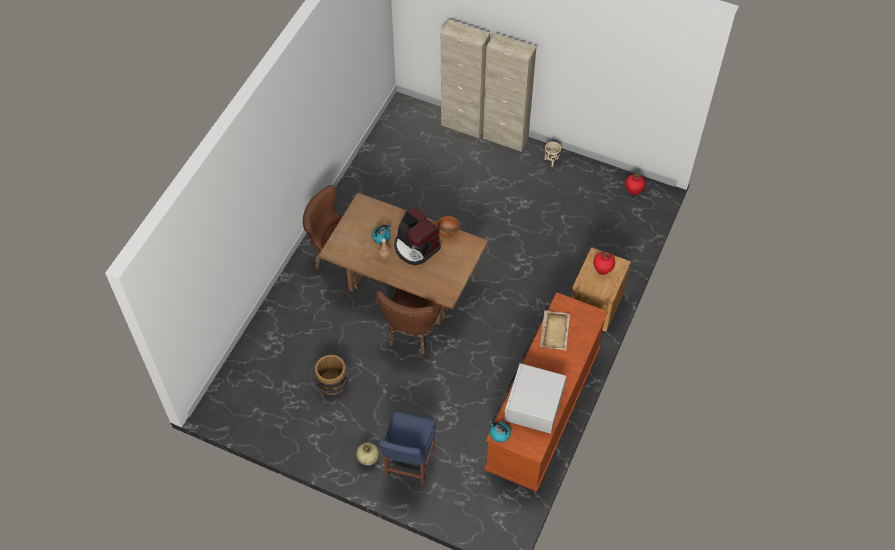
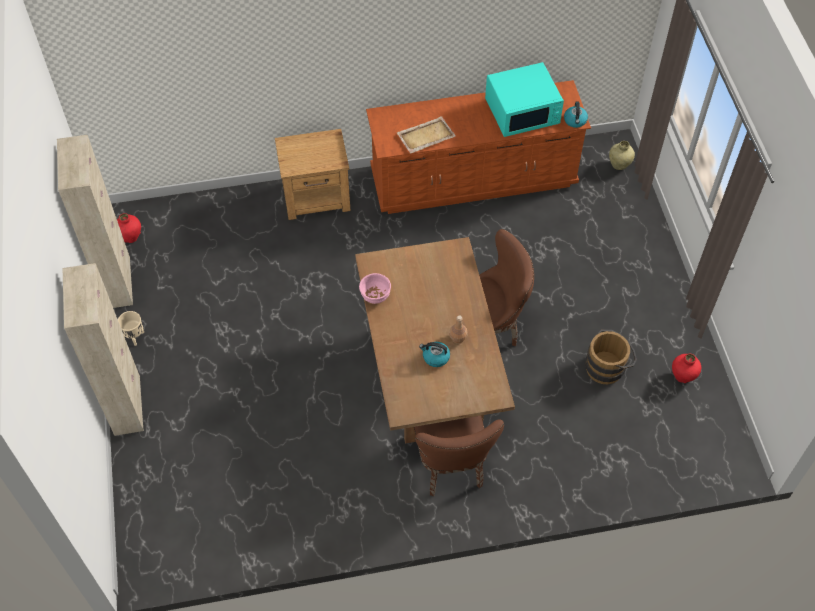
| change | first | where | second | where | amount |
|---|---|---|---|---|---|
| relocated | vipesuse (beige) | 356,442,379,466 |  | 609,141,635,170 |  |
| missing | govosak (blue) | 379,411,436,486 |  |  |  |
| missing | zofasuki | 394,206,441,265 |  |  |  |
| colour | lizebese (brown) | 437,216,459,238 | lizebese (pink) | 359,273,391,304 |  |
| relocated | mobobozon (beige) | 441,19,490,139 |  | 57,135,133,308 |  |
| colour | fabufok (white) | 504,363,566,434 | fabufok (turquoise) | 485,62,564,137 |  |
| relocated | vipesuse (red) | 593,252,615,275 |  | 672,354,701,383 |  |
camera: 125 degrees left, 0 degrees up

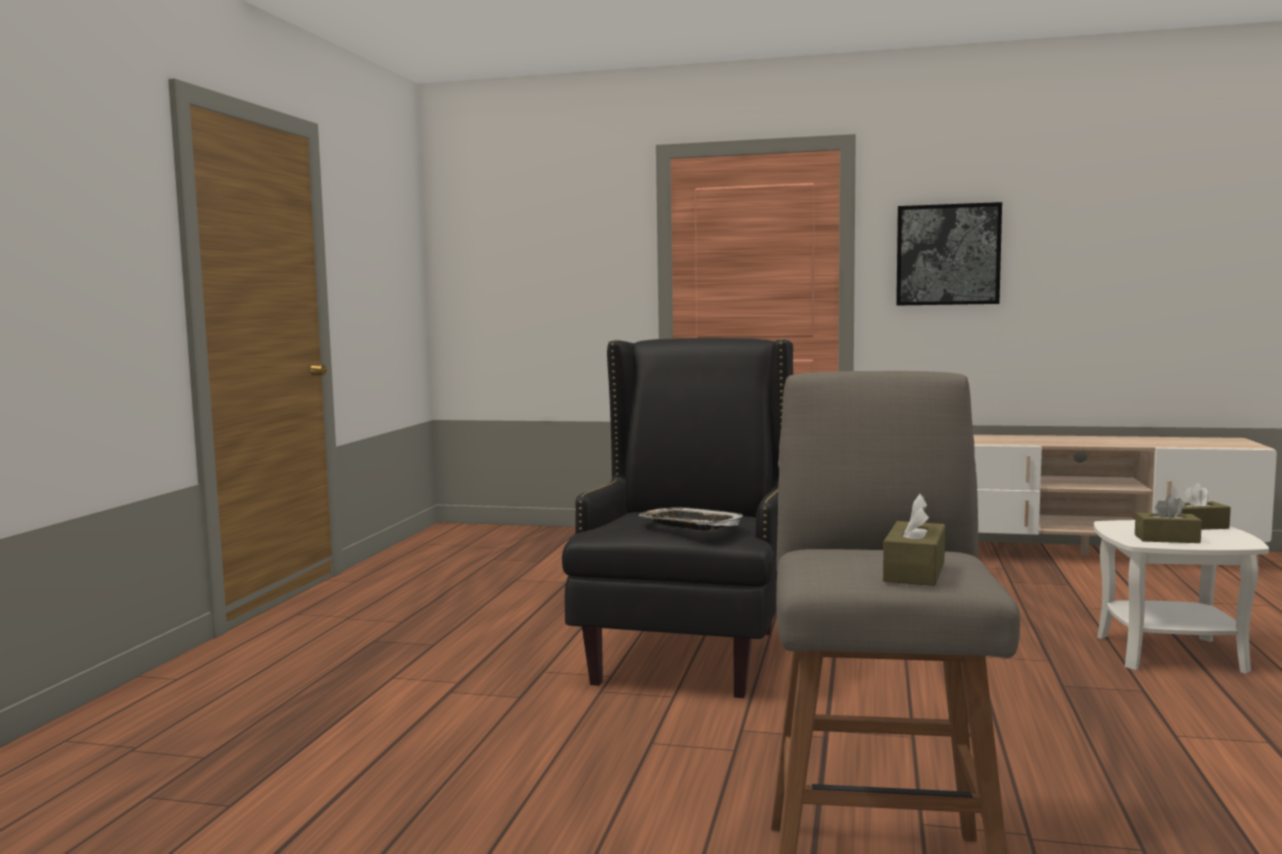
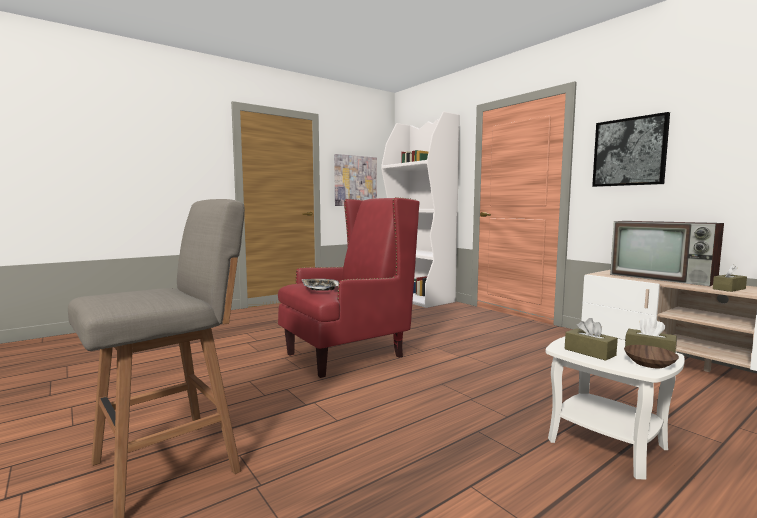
| change | first | where | second | where | amount |
|---|---|---|---|---|---|
| colour | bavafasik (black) | 562,338,793,698 | bavafasik (red) | 278,197,420,378 |  |
| relocated | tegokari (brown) | 883,494,945,586 |  | 713,264,747,292 |  |
| appeared |  |  | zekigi | 334,154,377,206 |  |
| appeared |  |  | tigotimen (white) | 381,111,460,308 |  |
| appeared |  |  | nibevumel | 610,221,724,286 |  |
| appeared |  |  | lizebese (brown) | 624,345,679,368 |  |
camera: 40 degrees right, 0 degrees up

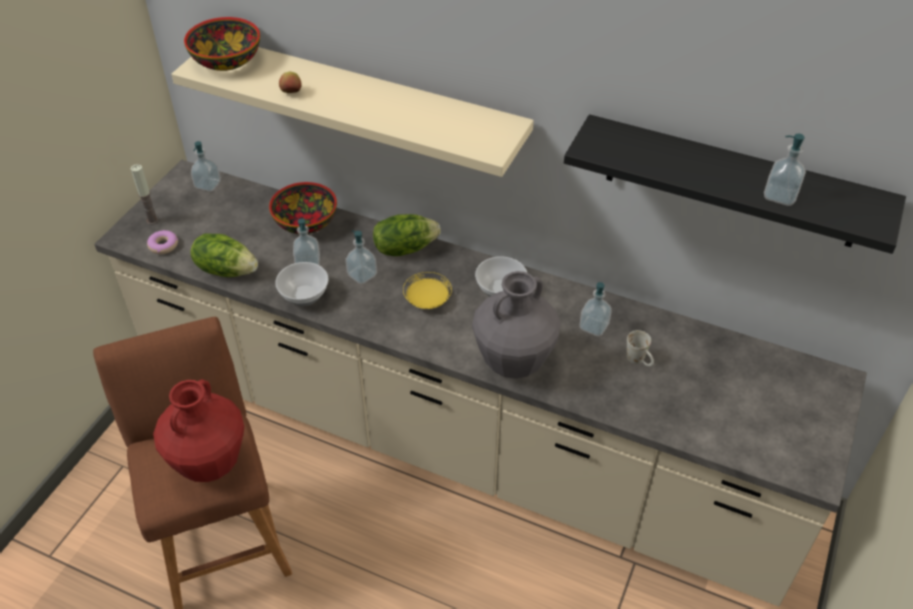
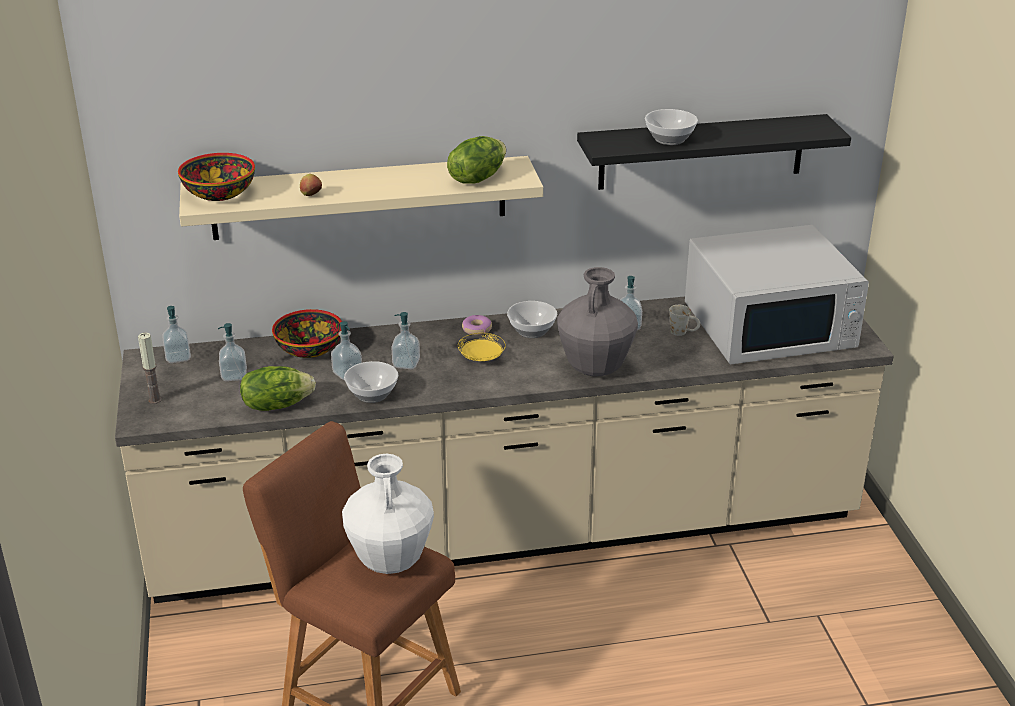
| change | first | where | second | where | amount |
|---|---|---|---|---|---|
| relocated | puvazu | 147,230,178,254 |  | 462,315,492,336 |  |
| colour | vipesuse (red) | 153,379,244,482 | vipesuse (white) | 342,454,434,574 |  |
| relocated | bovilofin | 373,214,441,256 |  | 447,136,506,184 |  |
| relocated | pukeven | 764,134,806,206 |  | 218,323,247,381 |  |
| appeared |  |  | lizebese | 645,109,698,145 |  |
| appeared |  |  | fabufok (white) | 685,225,869,364 |  |
camera: 35 degrees left, 15 degrees down

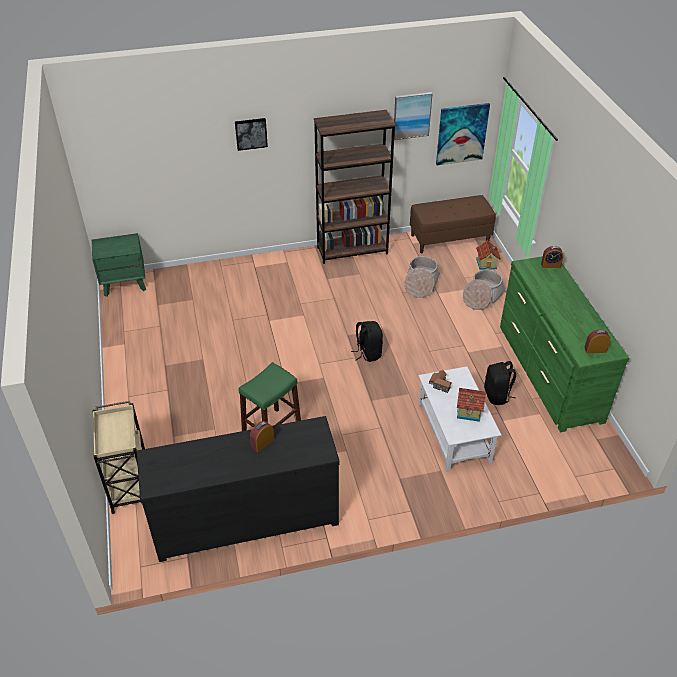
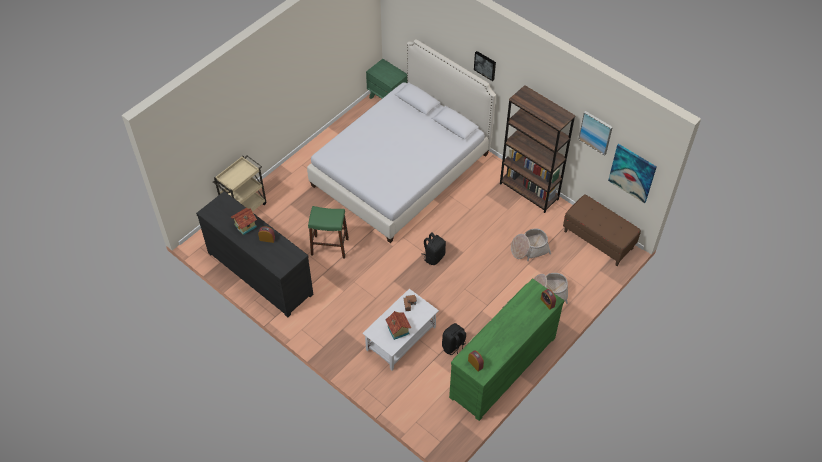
| change | first | where | second | where | amount |
|---|---|---|---|---|---|
| relocated | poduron | 476,239,501,270 |  | 231,208,257,235 |  |
| appeared |  |  | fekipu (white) | 307,39,496,243 |  |
camera: 55 degrees right, 10 degrees up

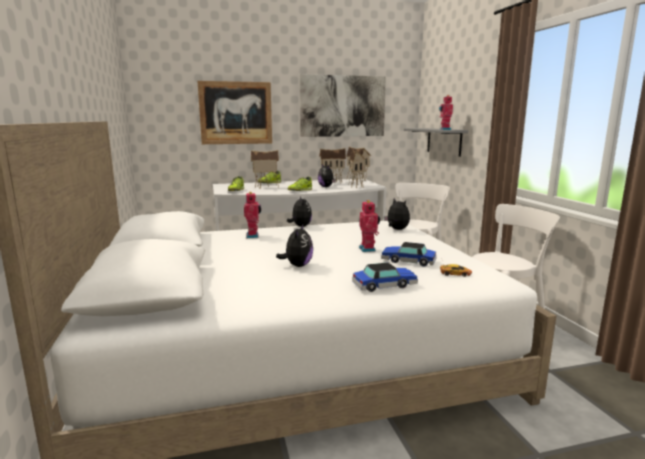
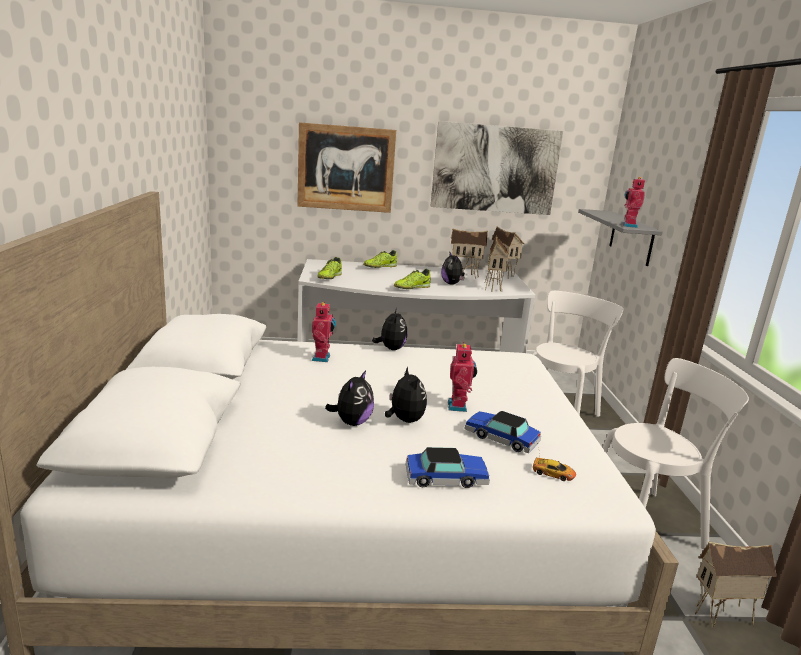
| change | first | where | second | where | amount |
|---|---|---|---|---|---|
| relocated | poduron | 251,150,279,189 |  | 695,541,777,628 |  |
| relocated | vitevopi | 384,198,410,230 |  | 385,366,427,423 |  |
camera: 10 degrees right, 5 degrees up

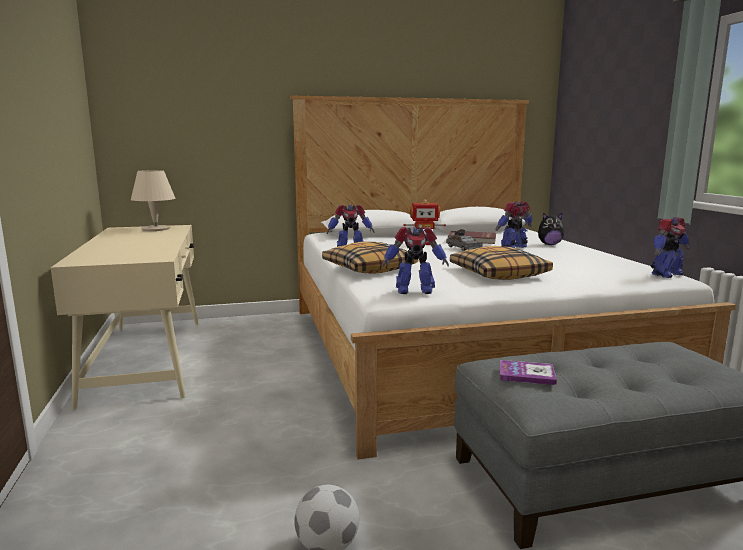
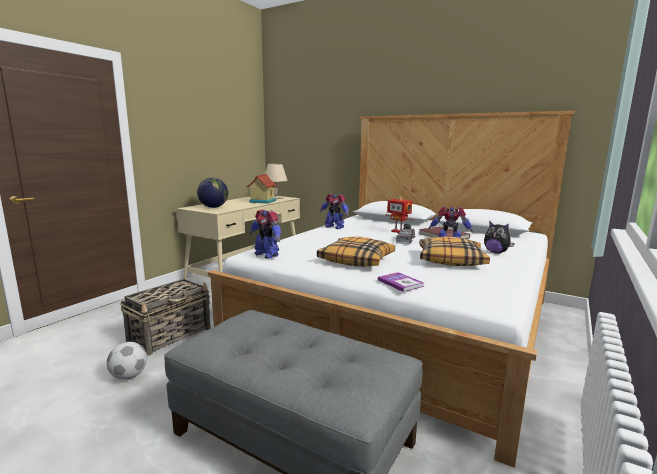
| change | first | where | second | where | amount |
|---|---|---|---|---|---|
| relocated | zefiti | 322,242,419,273 |  | 420,237,490,266 |  |
| relocated | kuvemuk | 500,360,557,385 |  | 378,272,424,292 |  |
| missing | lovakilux | 651,217,690,278 |  |  |  |
| appeared |  |  | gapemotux | 120,279,211,355 |  |
| appeared |  |  | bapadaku | 197,178,228,208 |  |
| appeared |  |  | poduron | 246,174,278,204 |  |
camera: 45 degrees right, 0 degrees up

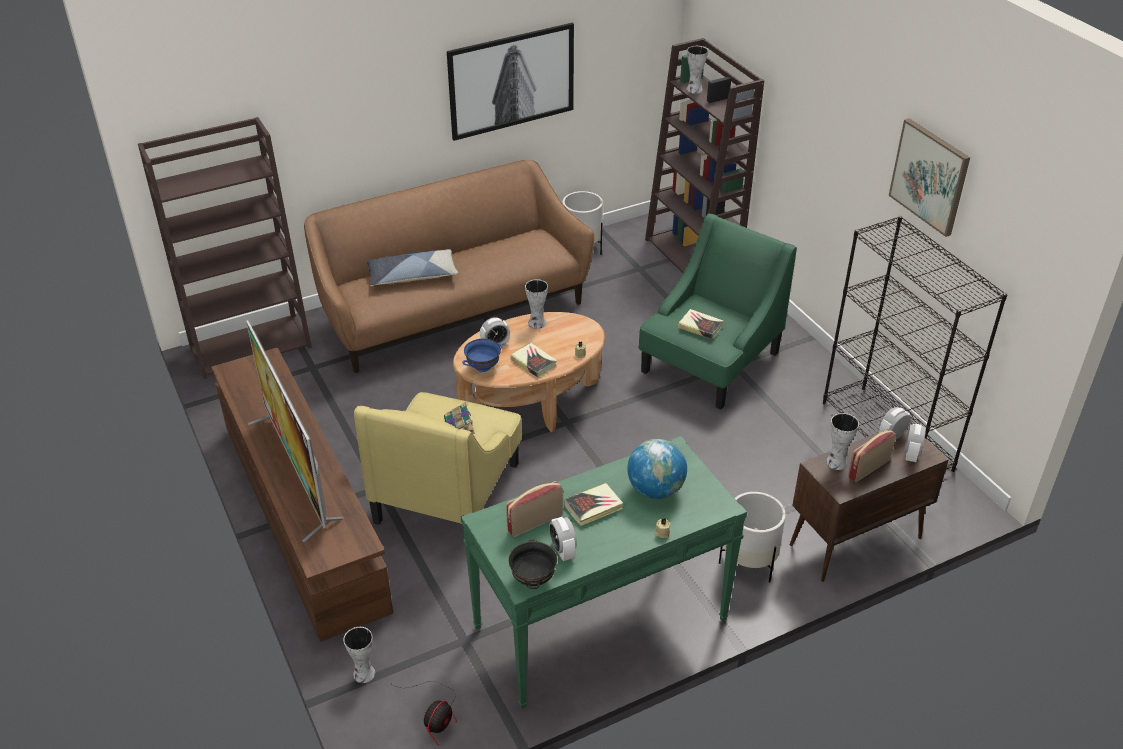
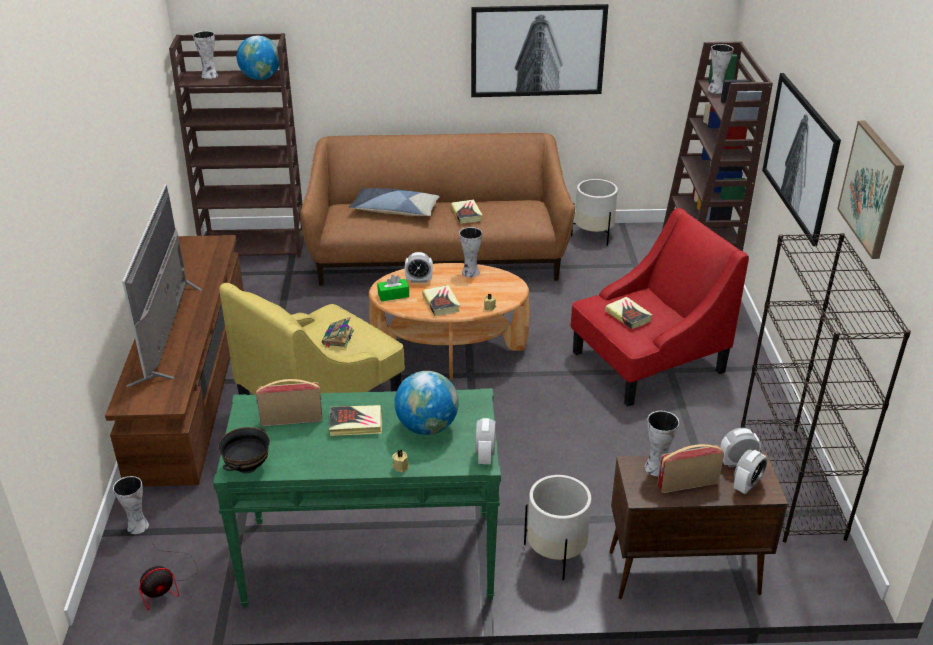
| change | first | where | second | where | amount |
|---|---|---|---|---|---|
| exchanged | lizebese (blue) | 462,339,502,372 | tegokari (green) | 377,275,409,301 |  |
| relocated | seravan | 549,517,577,561 |  | 475,418,496,464 |  |
| colour | bavafasik (green) | 638,213,797,410 | bavafasik (red) | 570,208,749,406 |  |
| appeared |  |  | vipesuse | 193,31,218,79 |  |
| appeared |  |  | bapadaku | 237,36,279,80 |  |
| appeared |  |  | kuvemuk | 451,199,483,224 |  |
| appeared |  |  | zekigi | 762,73,841,246 |  |
camera: 25 degrees right, 5 degrees down

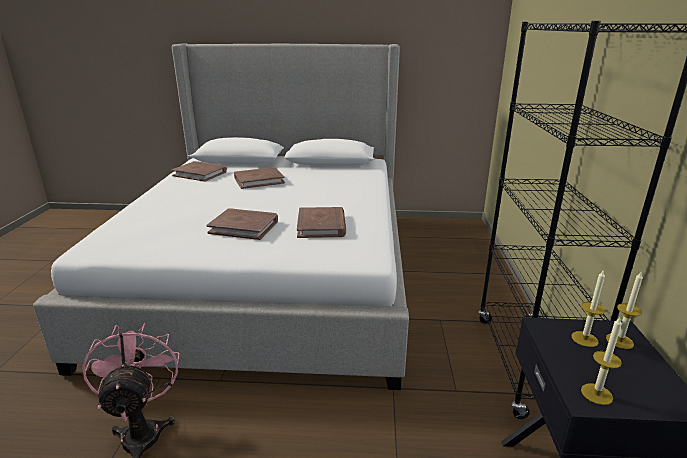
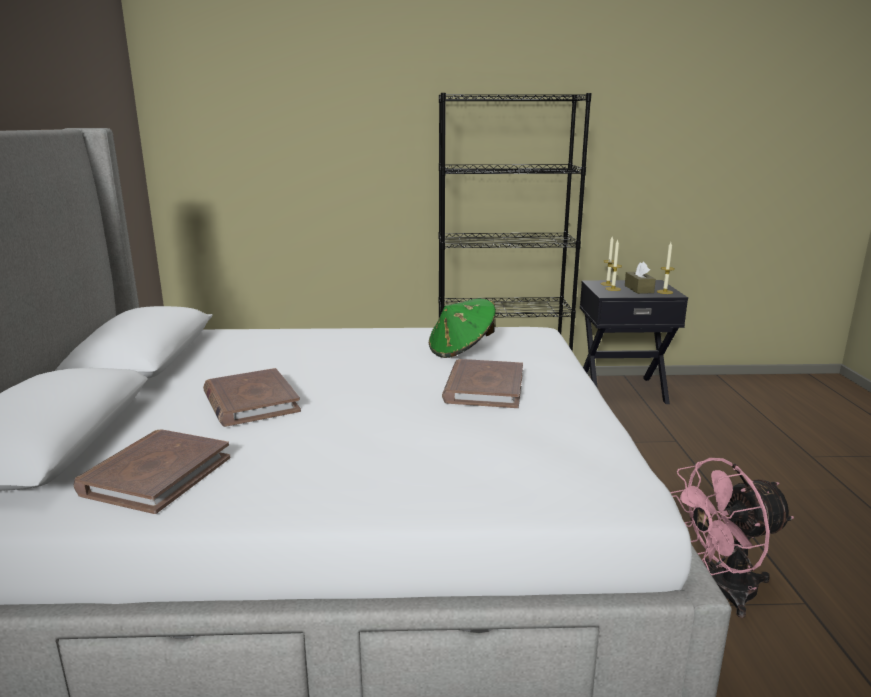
| change | first | where | second | where | amount |
|---|---|---|---|---|---|
| exchanged | kuvemuk (brown) | 297,207,346,238 | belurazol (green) | 429,299,496,358 |  |
| appeared |  |  | tegokari (brown) | 625,262,656,294 |  |
camera: 95 degrees left, 5 degrees down

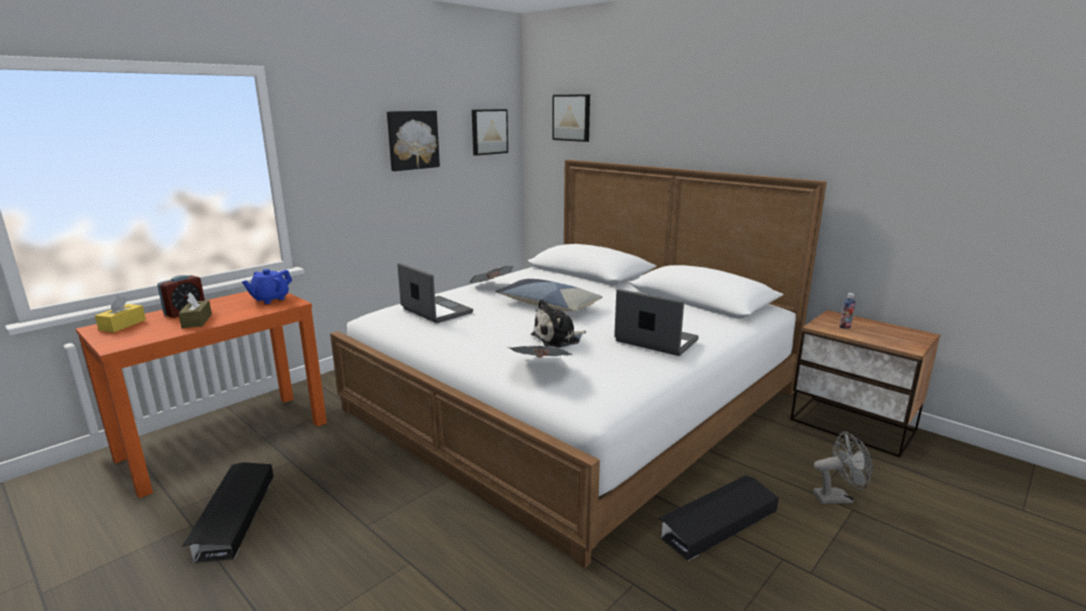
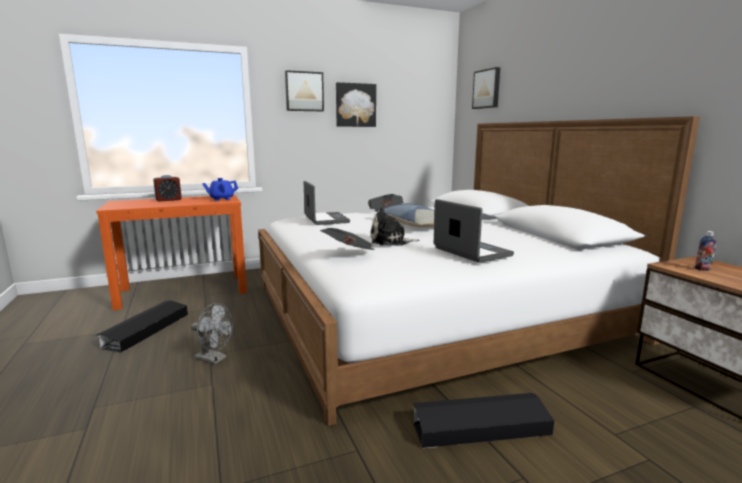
| change | first | where | second | where | amount |
|---|---|---|---|---|---|
| missing | tegokari (yellow) | 95,296,146,332 |  |  |  |
| missing | tegokari (brown) | 178,292,212,328 |  |  |  |
| relocated | zekigi | 472,109,508,156 |  | 285,70,324,111 |  |
| relocated | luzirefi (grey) | 813,432,873,504 |  | 191,303,233,364 |  |
camera: 25 degrees right, 5 degrees down

